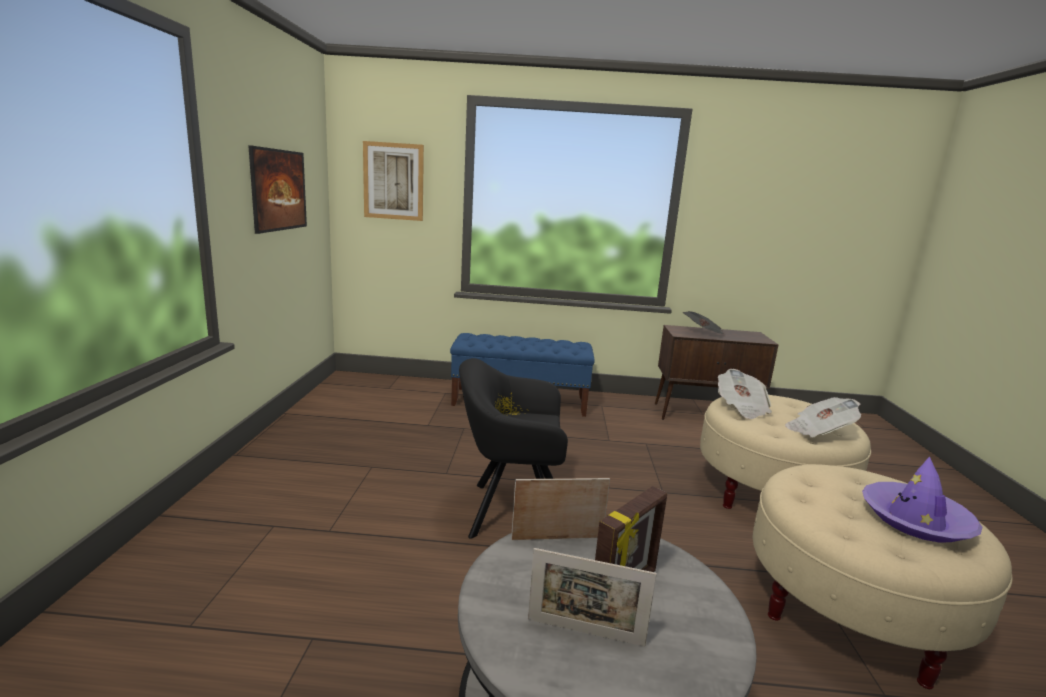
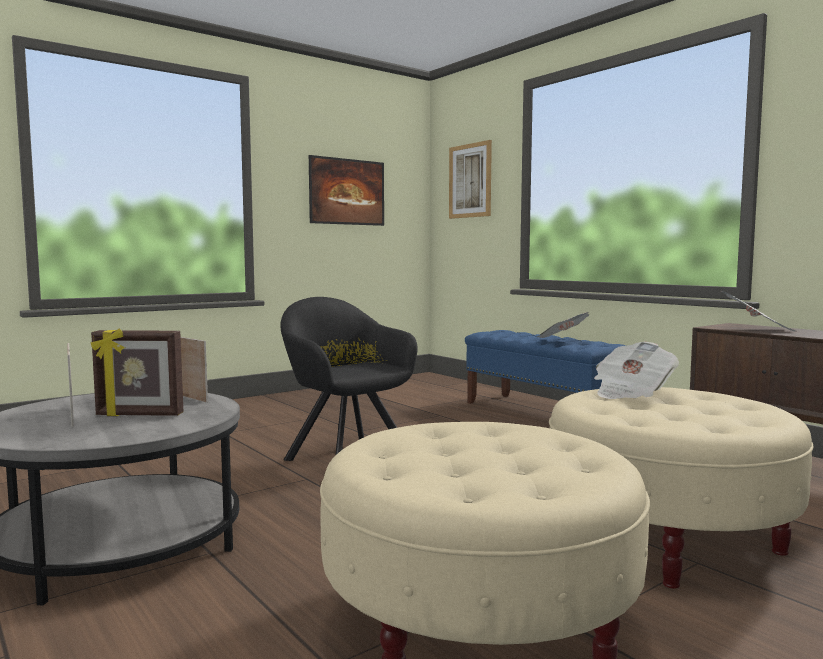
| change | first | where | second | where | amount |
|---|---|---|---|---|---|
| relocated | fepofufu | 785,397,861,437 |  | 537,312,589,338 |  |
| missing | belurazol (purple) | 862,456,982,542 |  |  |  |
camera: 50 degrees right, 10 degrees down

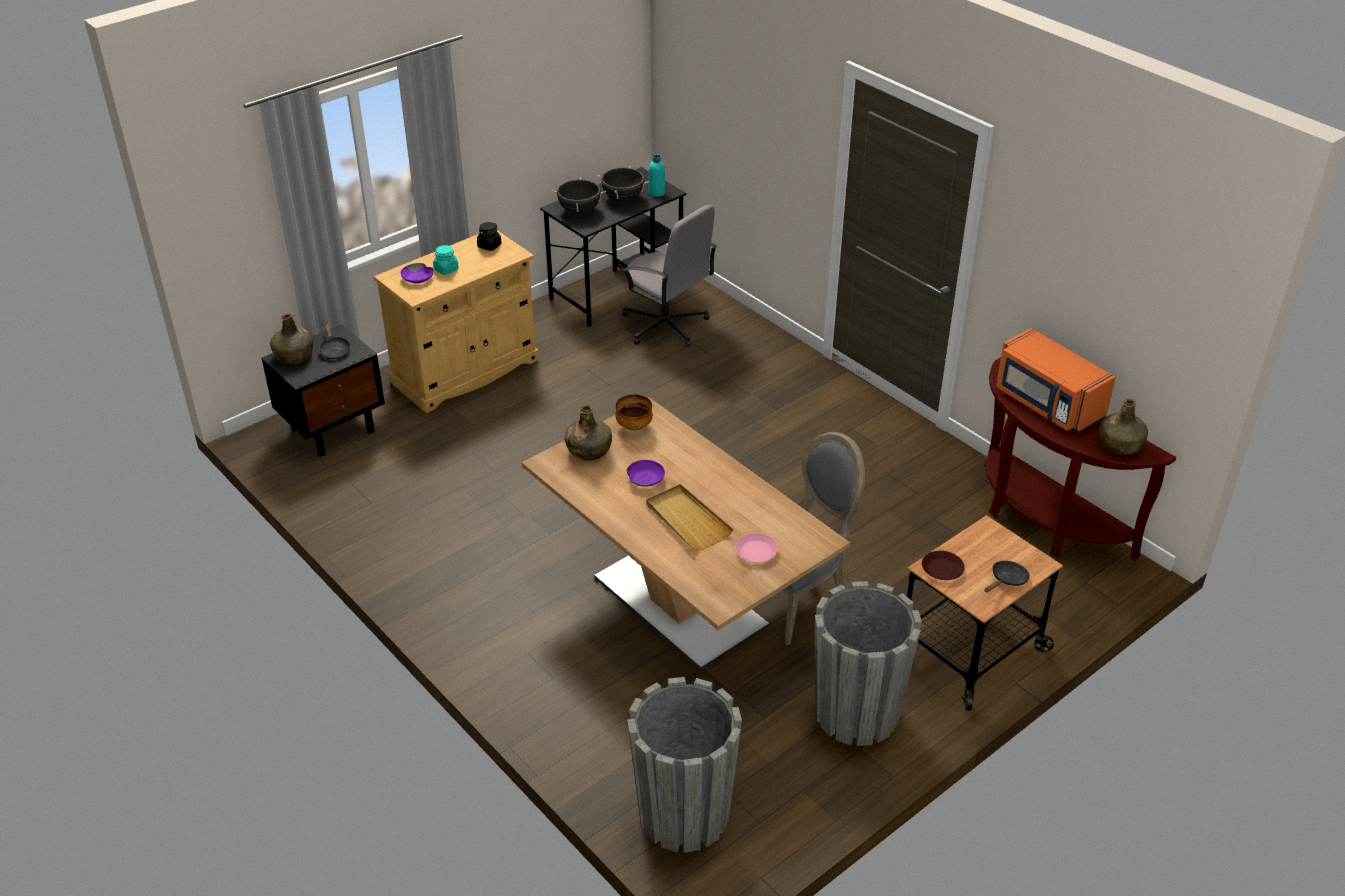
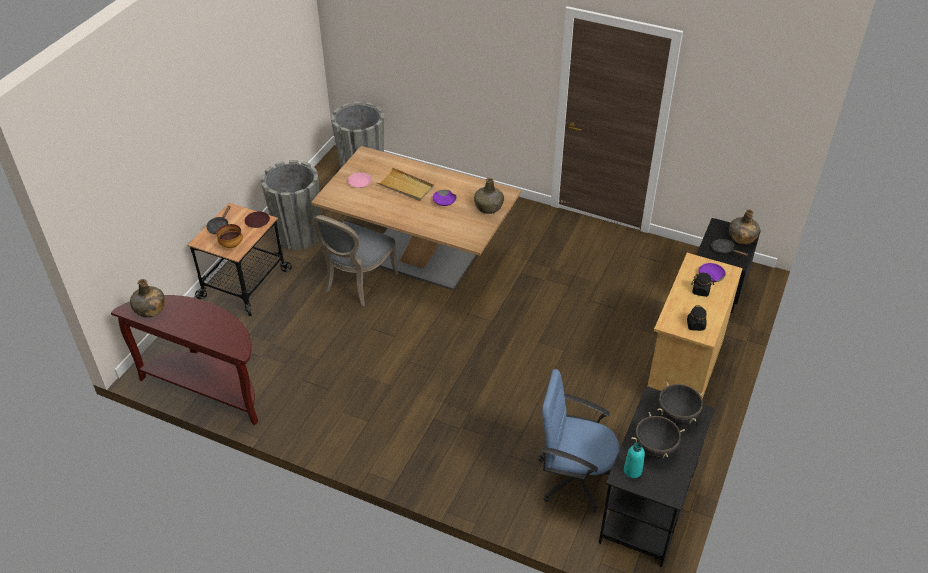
| change | first | where | second | where | amount |
|---|---|---|---|---|---|
| colour | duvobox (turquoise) | 433,245,458,275 | duvobox (black) | 691,273,715,297 |  |
| relocated | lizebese | 615,395,653,431 |  | 217,224,243,248 |  |
| colour | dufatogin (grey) | 621,205,717,347 | dufatogin (blue) | 538,369,620,513 |  |
| missing | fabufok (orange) | 997,328,1116,432 |  |  |  |
camera: 155 degrees right, 5 degrees up

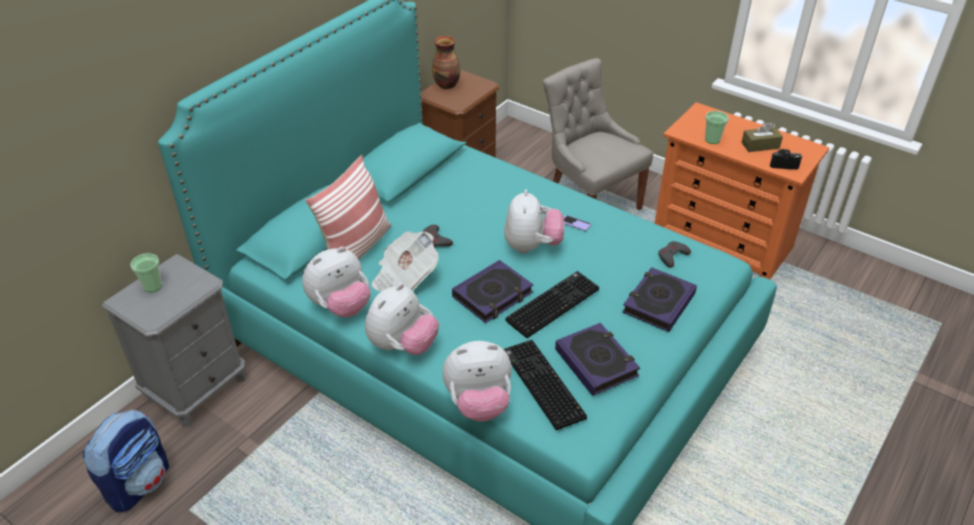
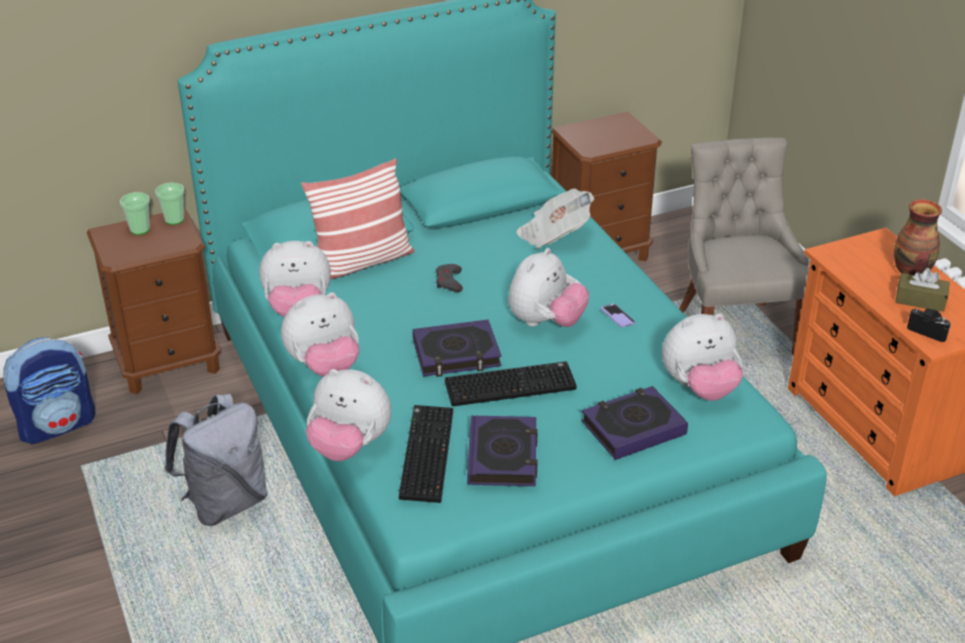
| change | first | where | second | where | amount |
|---|---|---|---|---|---|
| colour | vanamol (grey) | 102,254,245,427 | vanamol (brown) | 87,209,221,394 |  |
| relocated | fepofufu | 371,231,439,292 |  | 516,188,594,249 |  |
| relocated | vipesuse | 432,36,460,89 |  | 894,199,942,275 |  |
| exchanged | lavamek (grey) | 658,241,691,268 | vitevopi | 662,314,743,401 |  |
| relocated | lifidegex | 705,111,729,144 |  | 155,183,185,225 |  |
| appeared |  |  | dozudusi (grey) | 164,394,267,526 |  |
camera: 30 degrees right, 5 degrees down

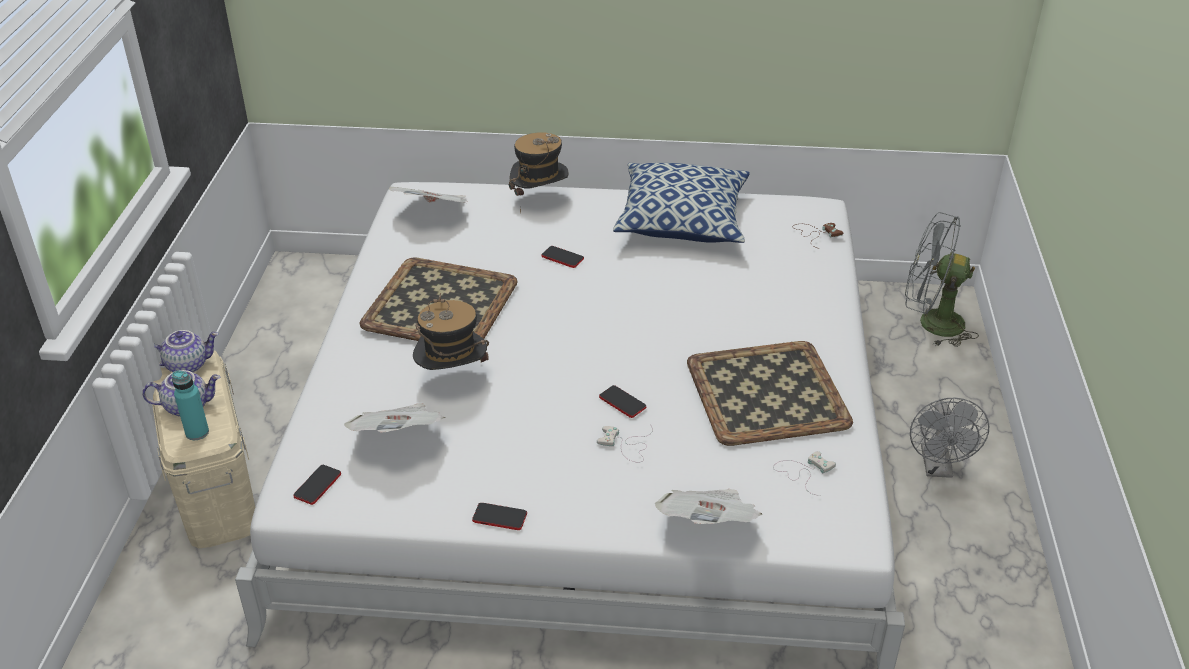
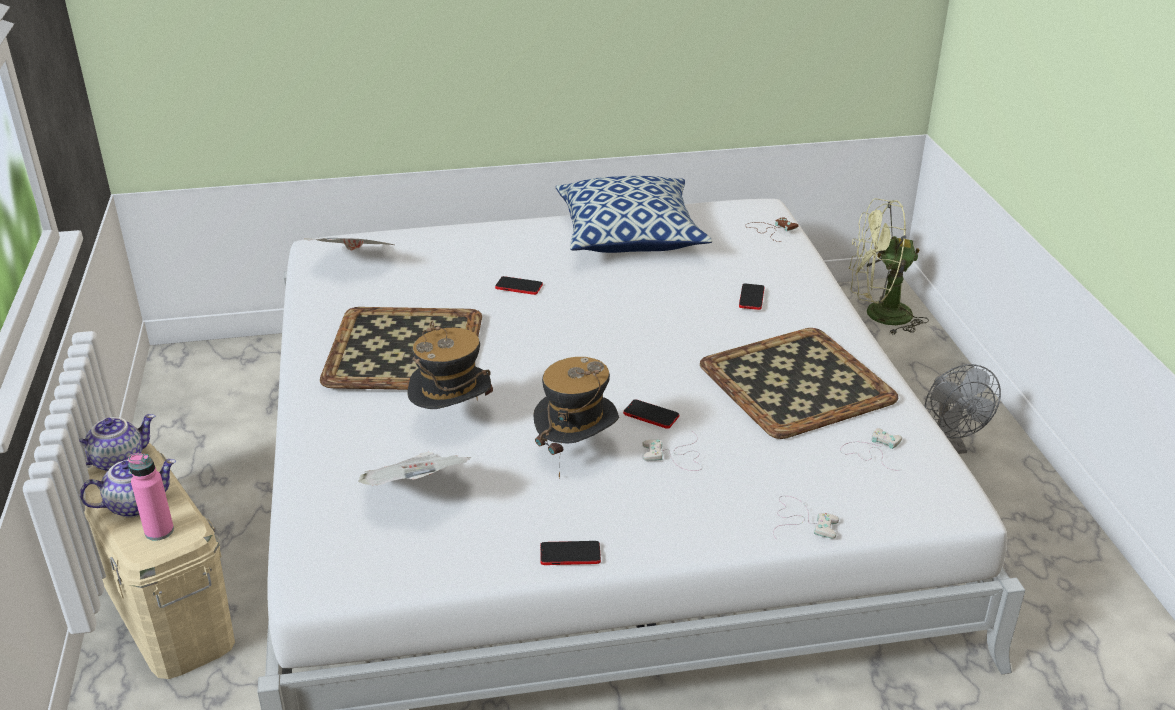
| change | first | where | second | where | amount |
|---|---|---|---|---|---|
| colour | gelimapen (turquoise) | 172,370,209,440 | gelimapen (pink) | 128,454,174,541 |  |
| relocated | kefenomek | 293,465,341,505 |  | 739,283,764,310 |  |
| relocated | belurazol | 509,132,569,213 |  | 534,357,619,478 |  |
| exchanged | fepofufu | 654,489,763,524 | lavamek (white) | 773,496,839,540 |  |
| colour | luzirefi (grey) | 905,212,979,347 | luzirefi (green) | 849,198,929,335 |  |
camera: 15 degrees left, 5 degrees down

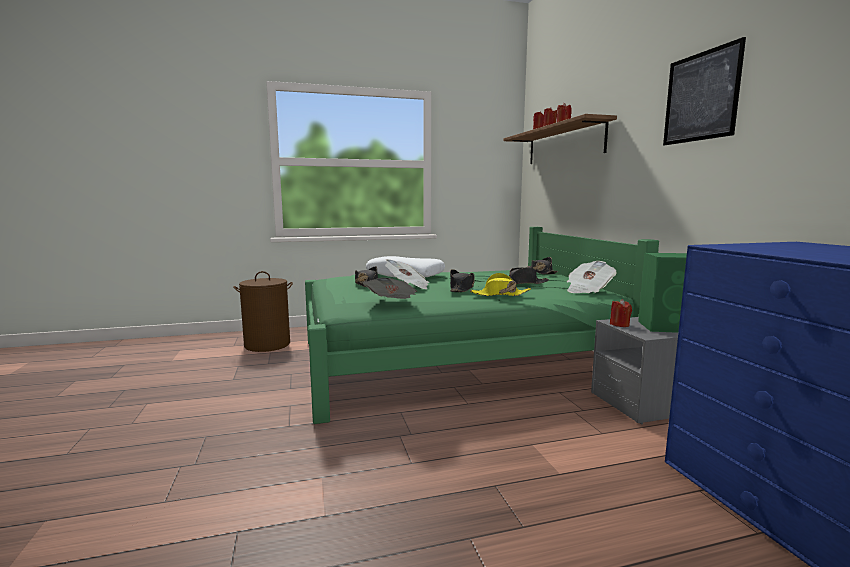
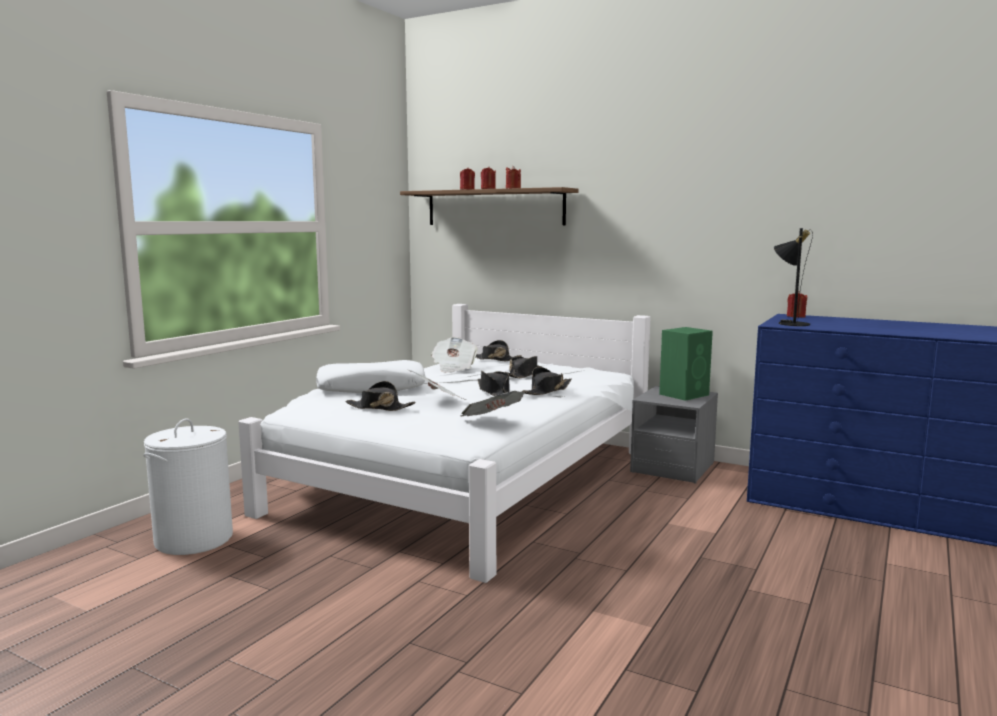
| change | first | where | second | where | amount |
|---|---|---|---|---|---|
| colour | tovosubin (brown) | 233,271,293,352 | tovosubin (white) | 143,418,233,555 |  |
| colour | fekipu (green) | 305,227,659,424 | fekipu (white) | 238,304,651,583 |  |
| colour | belurazol (yellow) | 470,273,531,296 | belurazol (black) | 521,367,572,395 |  |
| relocated | fepofufu | 567,261,617,293 |  | 431,337,478,373 |  |
| relocated | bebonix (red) | 610,299,632,327 |  | 787,291,807,318 |  |
| missing | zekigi | 663,37,746,145 |  |  |  |
| appeared |  |  | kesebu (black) | 774,228,813,326 |  |
camera: 45 degrees left, 0 degrees up

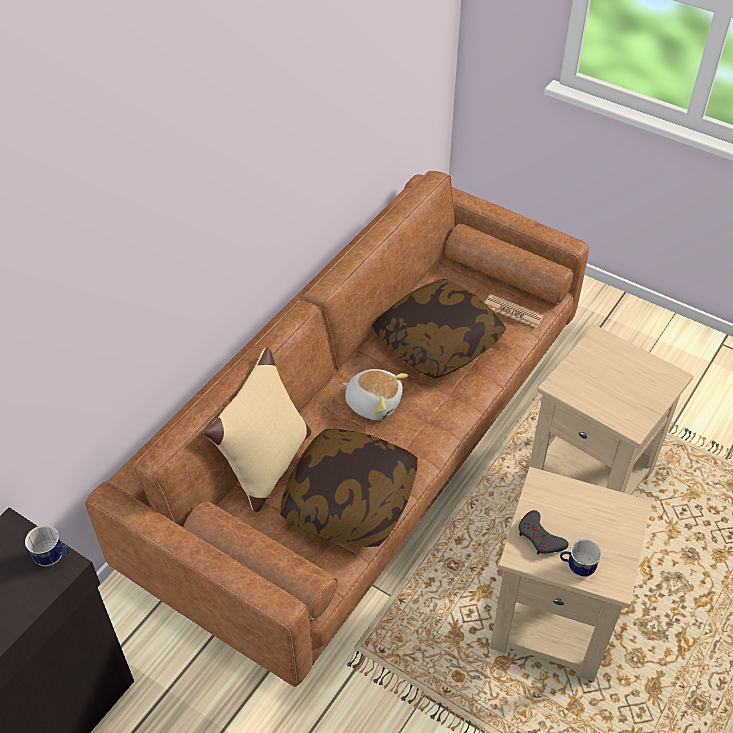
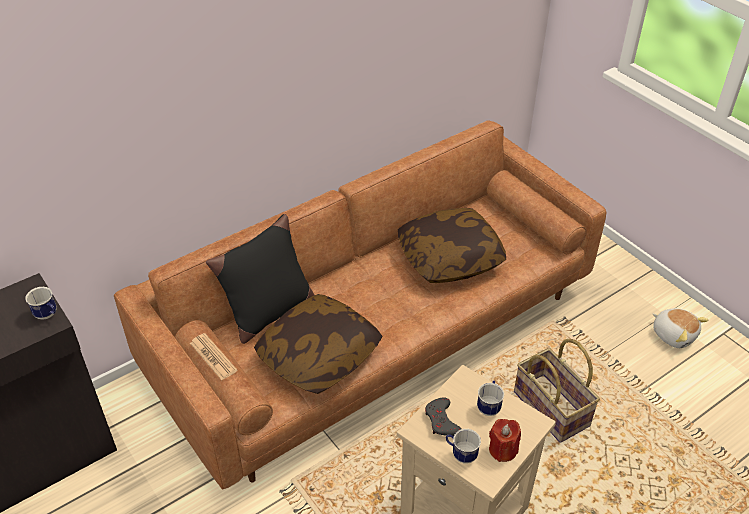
| change | first | where | second | where | amount |
|---|---|---|---|---|---|
| colour | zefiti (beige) | 204,347,311,512 | zefiti (black) | 206,214,314,344 |  |
| relocated | vitevopi | 342,369,408,420 |  | 653,308,709,348 |  |
| relocated | fepofufu | 485,294,544,328 |  | 190,333,237,380 |  |
| exchanged | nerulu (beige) | 529,325,693,495 | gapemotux | 514,339,600,443 |  |
| appeared |  |  | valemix | 477,380,504,416 |  |
| appeared |  |  | bebonix (red) | 489,419,521,462 |  |
camera: 20 degrees right, 5 degrees down

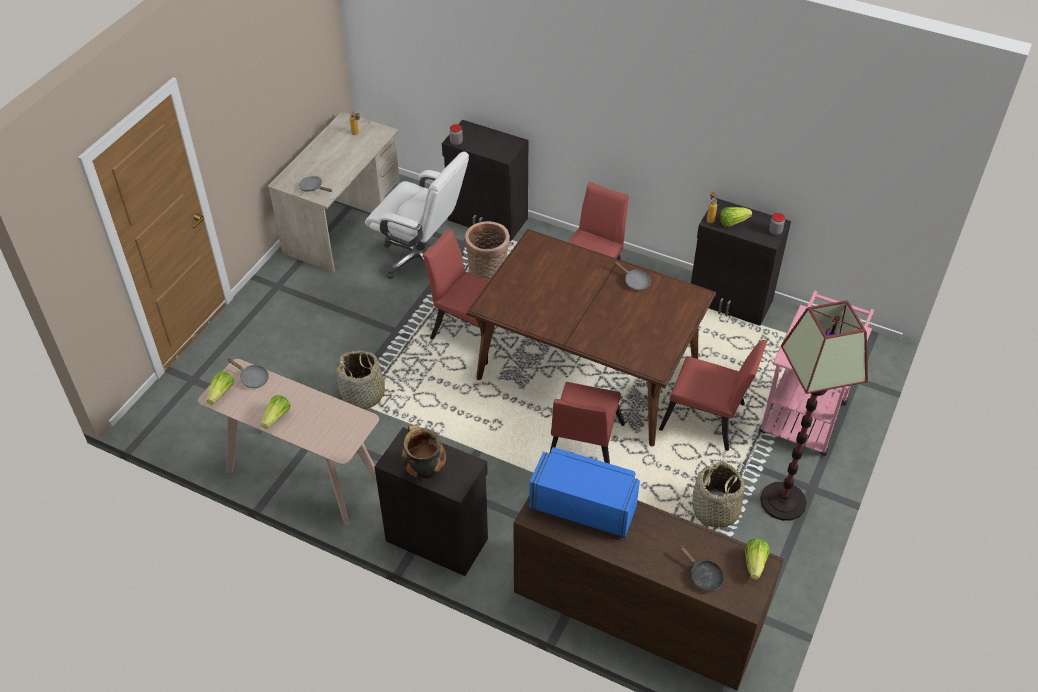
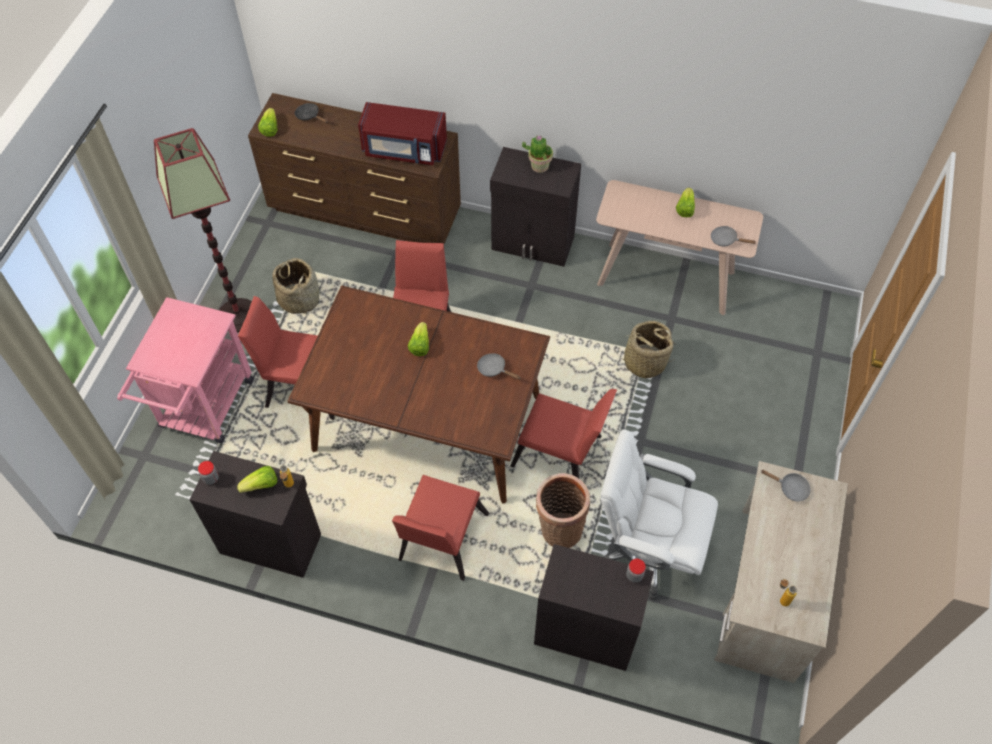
| change | first | where | second | where | amount |
|---|---|---|---|---|---|
| relocated | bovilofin | 207,371,234,404 |  | 408,322,429,356 |  |
| exchanged | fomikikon | 402,424,446,480 | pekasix | 522,136,553,173 |  |
| colour | fabufok (blue) | 529,447,640,538 | fabufok (red) | 358,102,447,165 |  |
| relocated | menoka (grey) | 614,260,651,291 |  | 477,353,521,380 |  |
camera: 170 degrees right, 10 degrees up

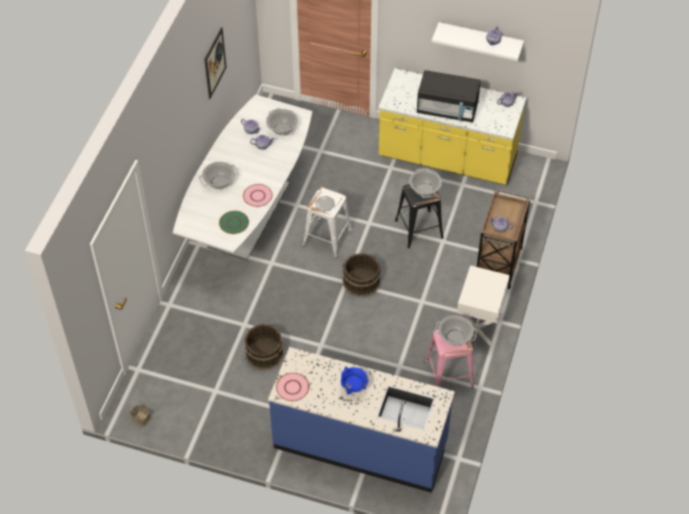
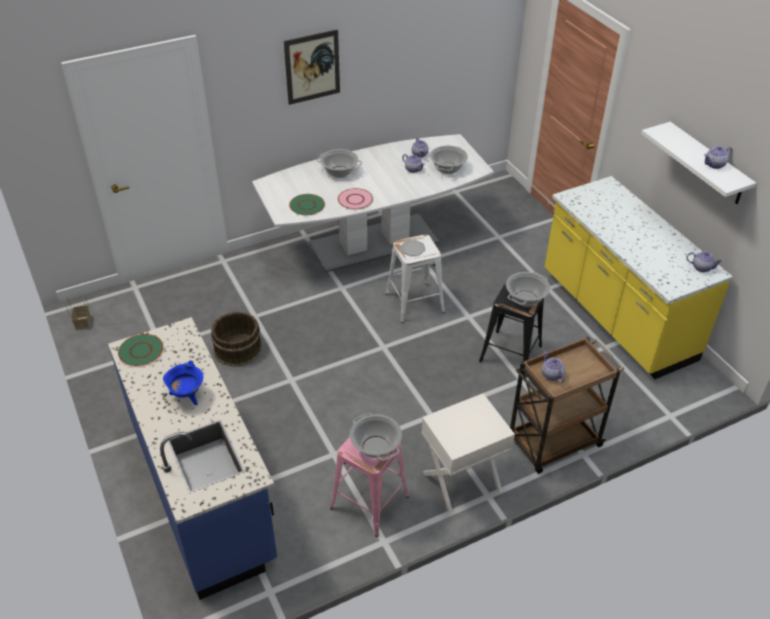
| change | first | where | second | where | amount |
|---|---|---|---|---|---|
| relocated | zekigi | 204,27,227,99 |  | 284,29,340,105 |  |
| colour | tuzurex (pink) | 276,373,309,401 | tuzurex (green) | 118,334,163,366 |  |
| missing | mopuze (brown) | 342,253,381,297 |  |  |  |
| missing | fabufok (black) | 417,70,481,122 |  |  |  |
camera: 45 degrees right, 10 degrees down

